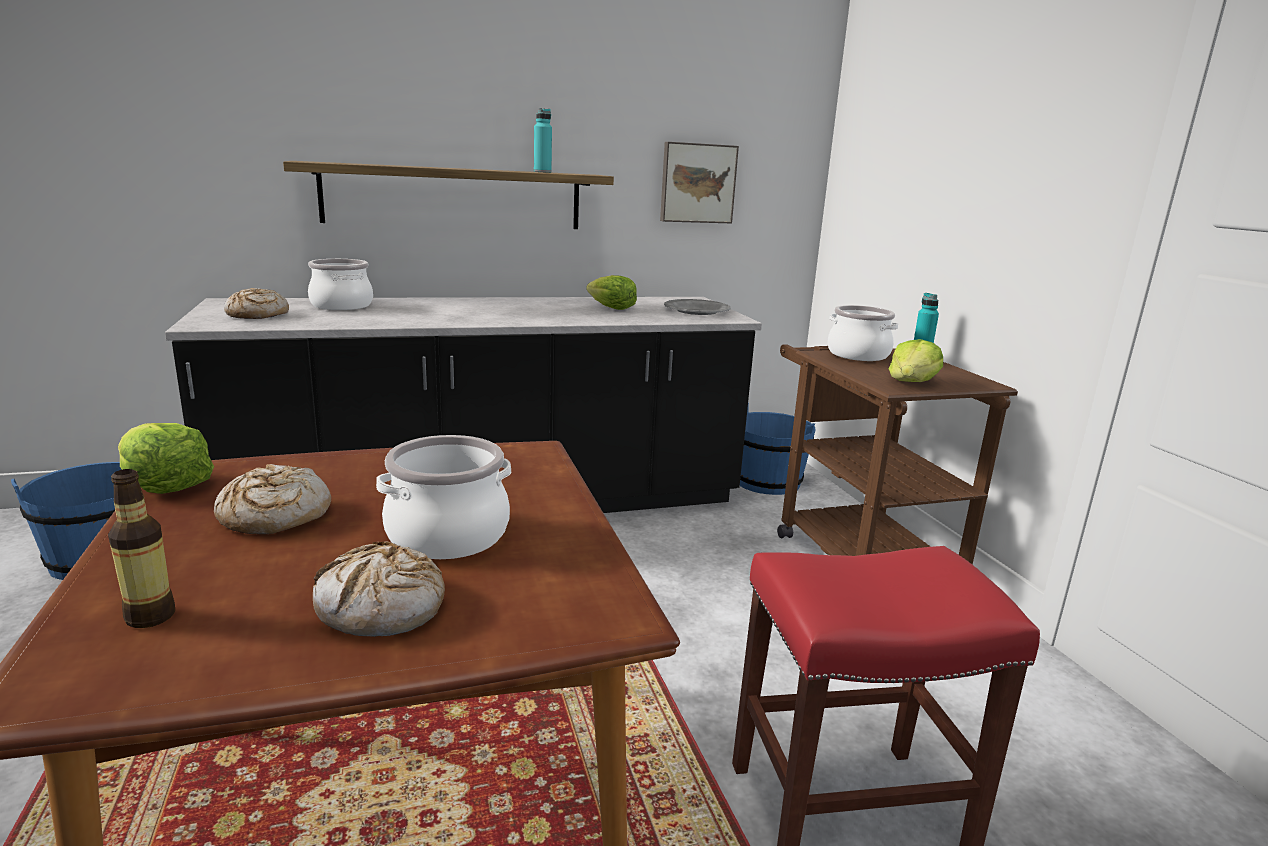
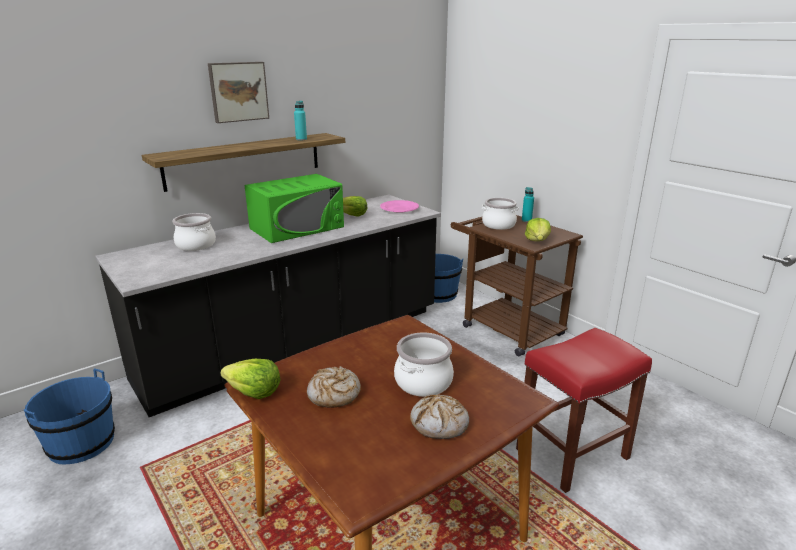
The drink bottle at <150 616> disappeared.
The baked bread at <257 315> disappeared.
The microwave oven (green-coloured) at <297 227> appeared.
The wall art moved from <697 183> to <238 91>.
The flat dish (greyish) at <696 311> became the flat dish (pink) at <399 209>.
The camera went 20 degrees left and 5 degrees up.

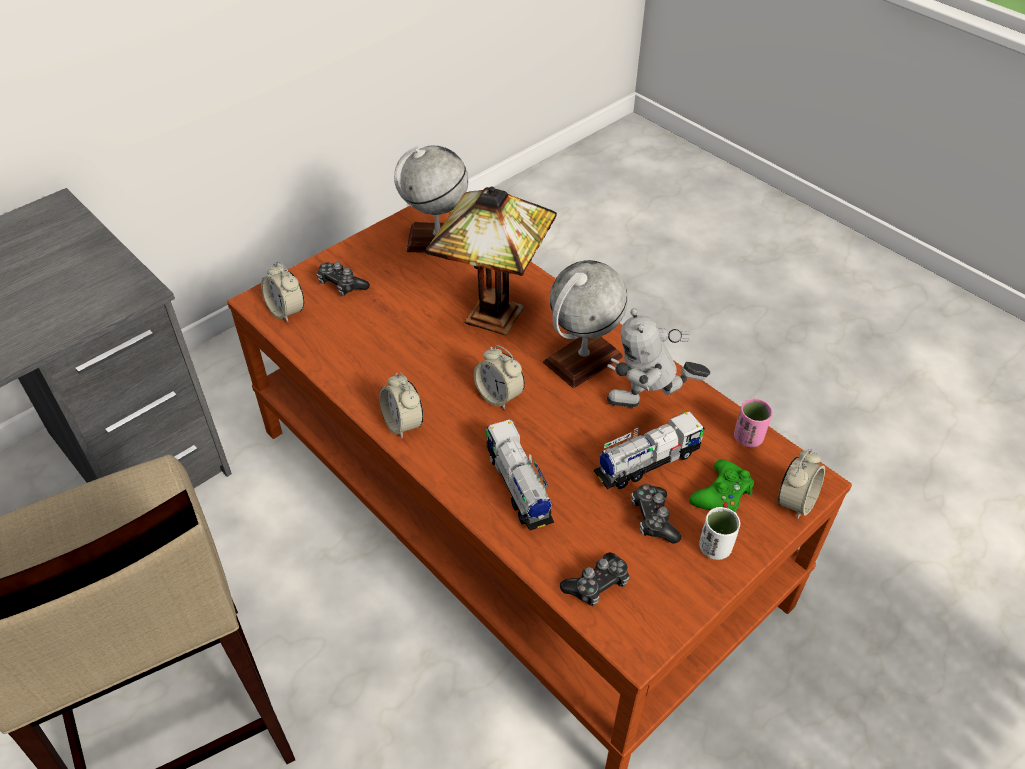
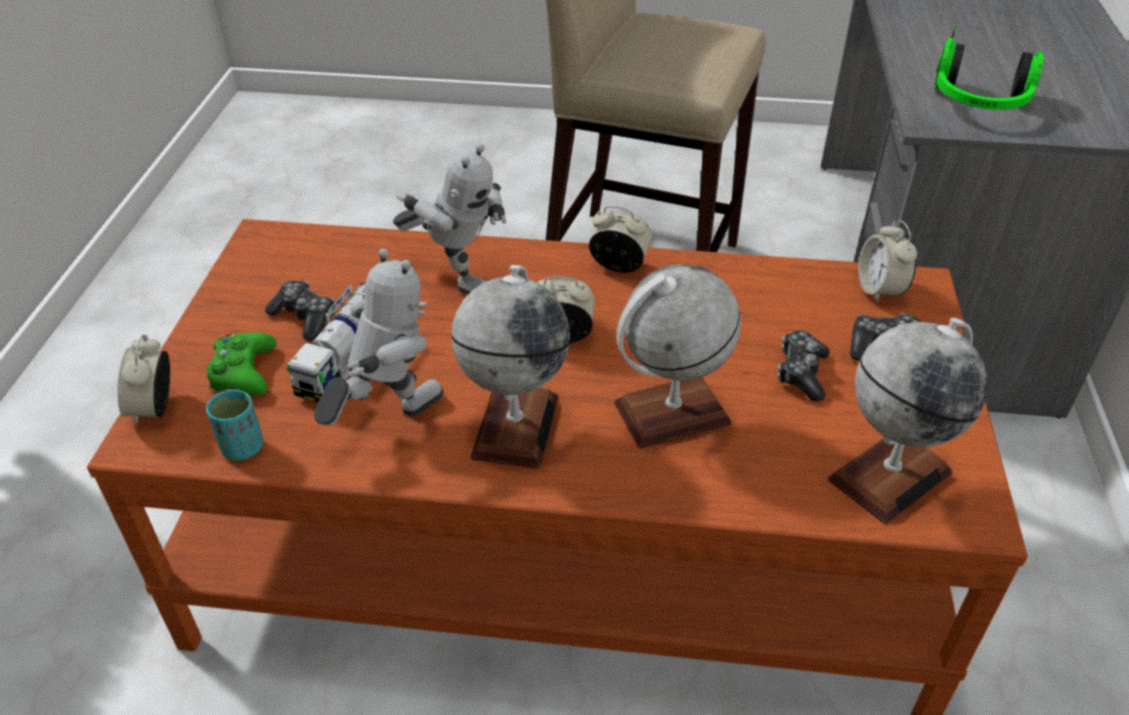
The drinking cup (white-coloured) at <715 548> disappeared.
The headphones at <979 104> appeared.
The game controller moved from <597 585> to <801 373>.
The lamp for a table at <495 318> was replaced by the desk globe at <671 413>.
The toy lorry at <518 486> was replaced by the robot figure at <457 278>.
The drinking cup (pink) at <748 438> became the drinking cup (blue-green) at <242 447>.
The alarm clock at <286 311> turned 105 degrees counterclockwise.
The camera went 140 degrees right and 5 degrees down.

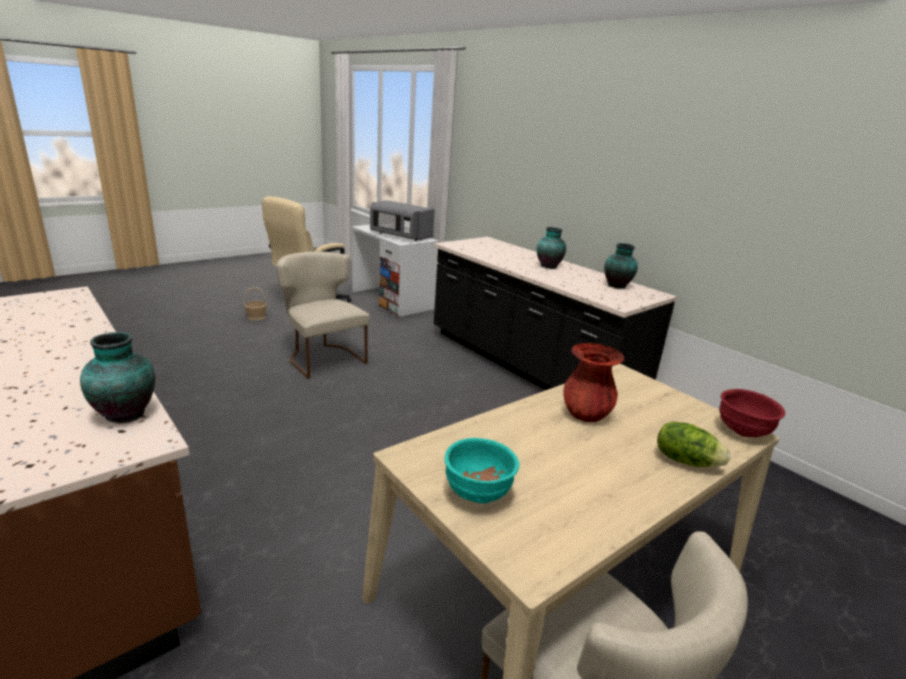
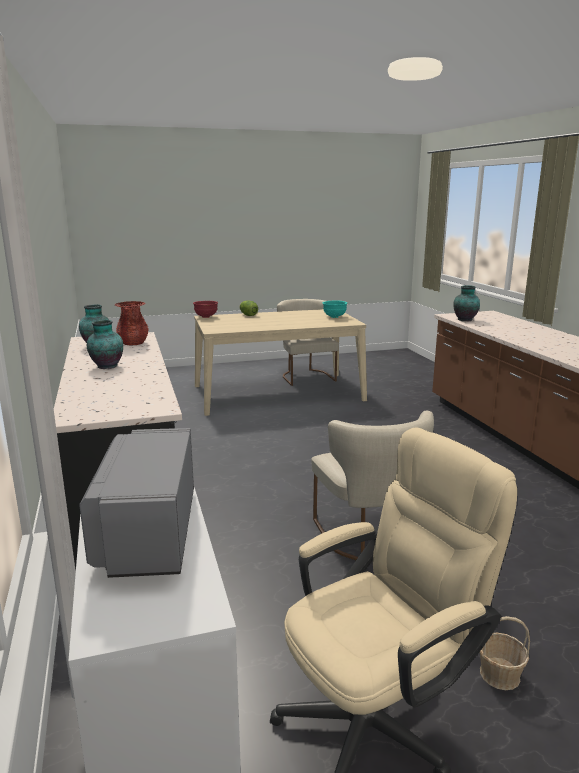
The decorative vase (reddish) moved from <585 414> to <133 343>.
The microwave oven (greyish) at <400 236> turned 150 degrees counterclockwise.
The camera went 155 degrees left and 5 degrees down.

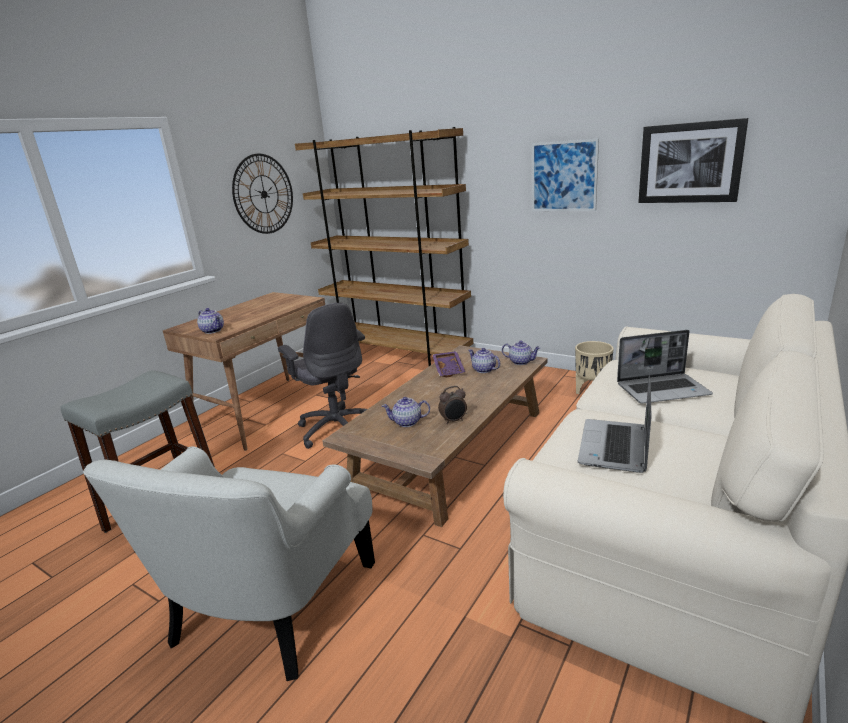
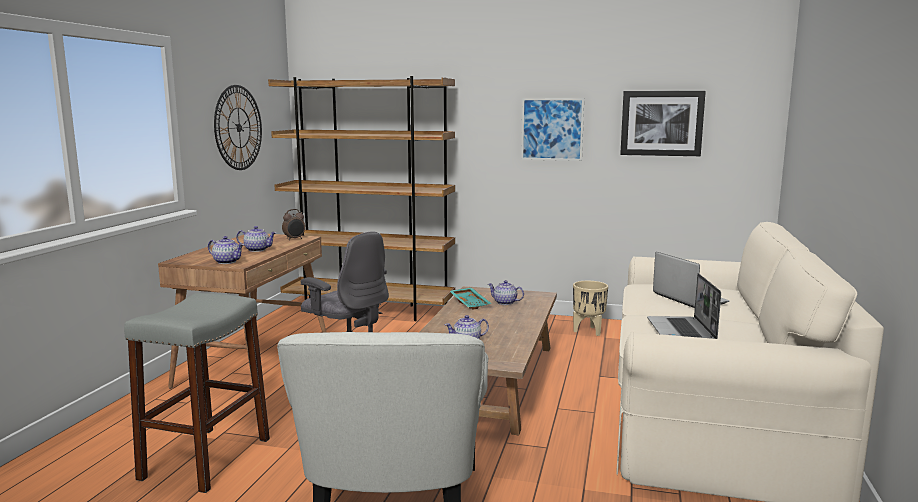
The alarm clock moved from <454 421> to <294 239>.
The tea pot moved from <521 362> to <257 250>.
The carrying tray (purple) at <449 369> became the carrying tray (blue-green) at <470 303>.
The portable computer at <663 390> turned 90 degrees counterclockwise.
The camera went 20 degrees left and 10 degrees down.

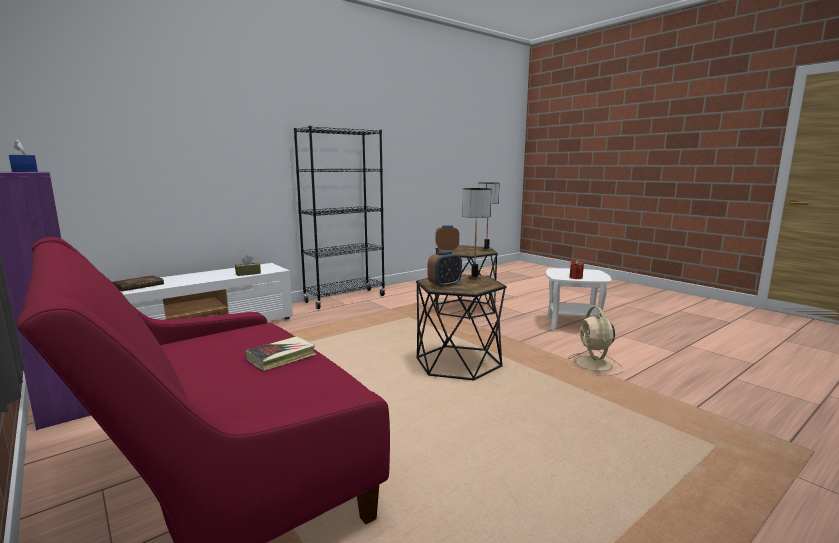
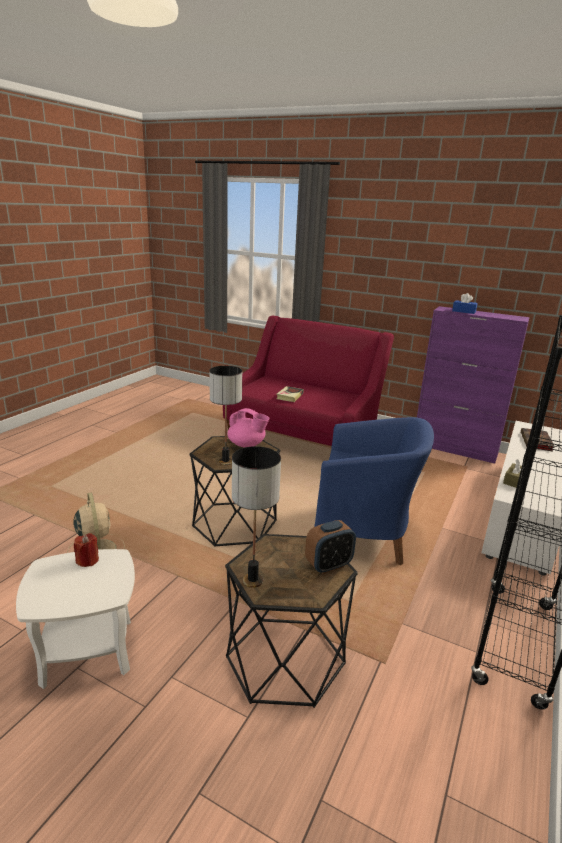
The lounge chair (blue) at <364 535> appeared.
The alarm clock at <444 285> was replaced by the tea pot (pink) at <247 445>.
The camera went 155 degrees right and 10 degrees up.

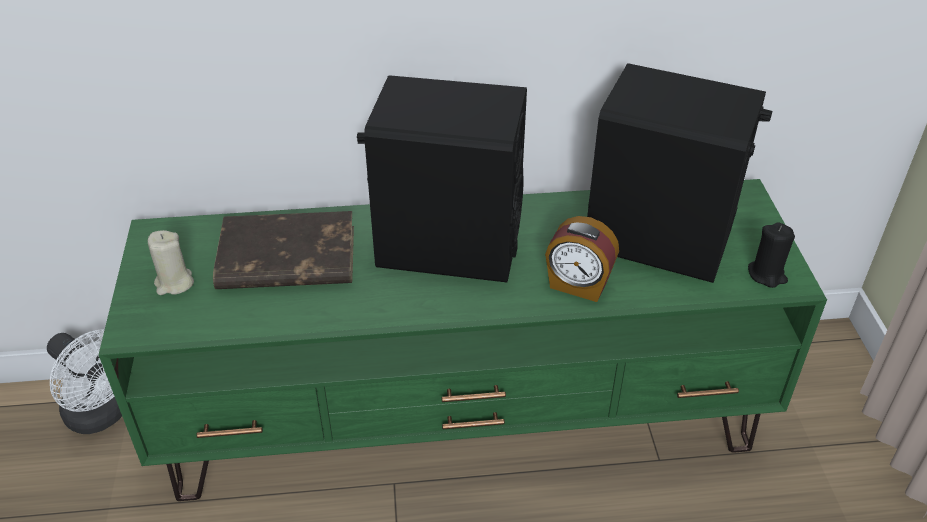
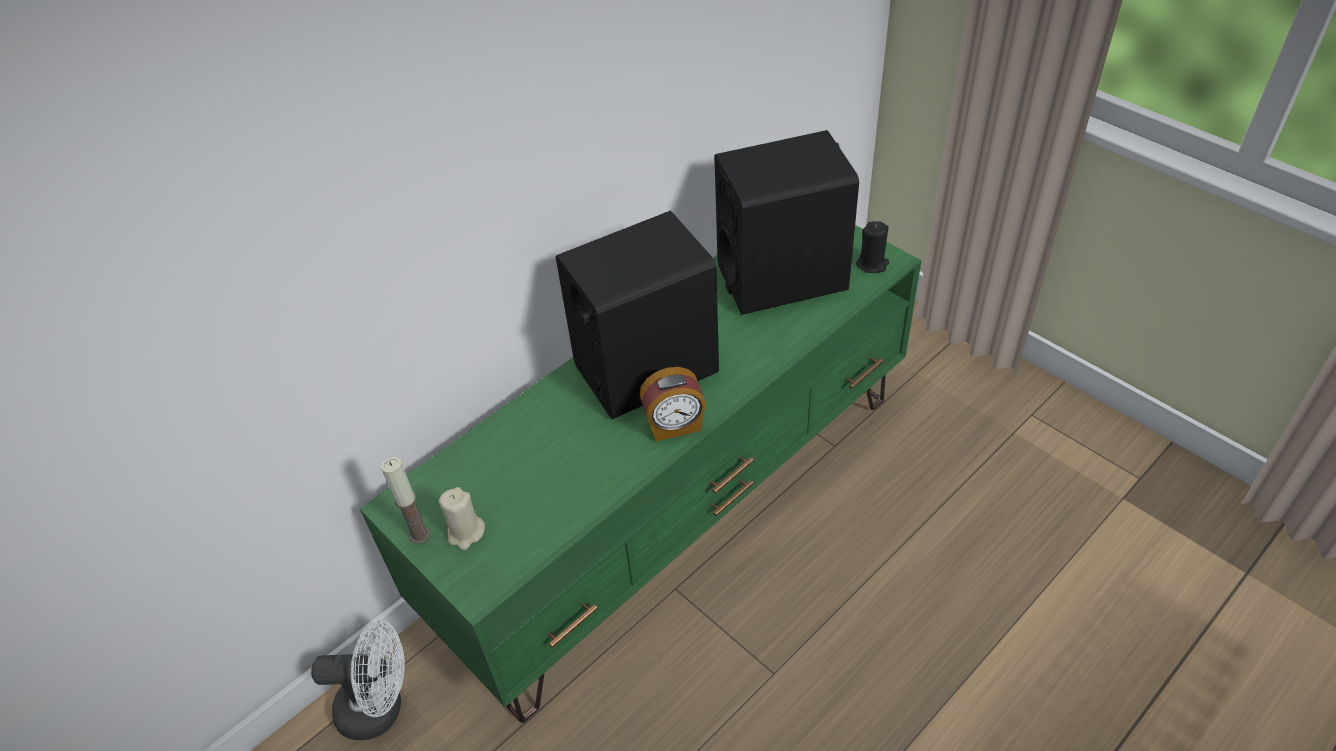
The volume (brown-coloured) at <285 258> disappeared.
The candle at <420 535> appeared.
The alarm clock moved from <578 285> to <674 426>.
The camera went 35 degrees left and 5 degrees up.

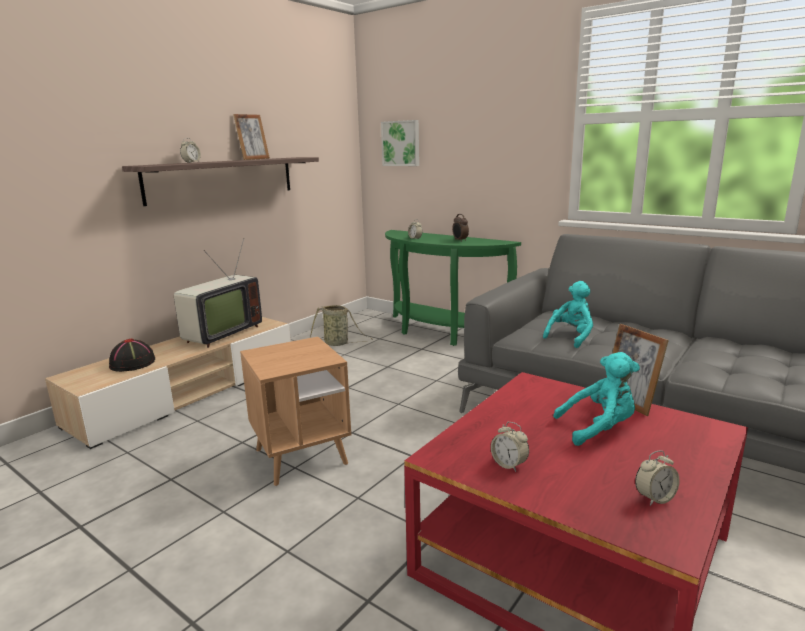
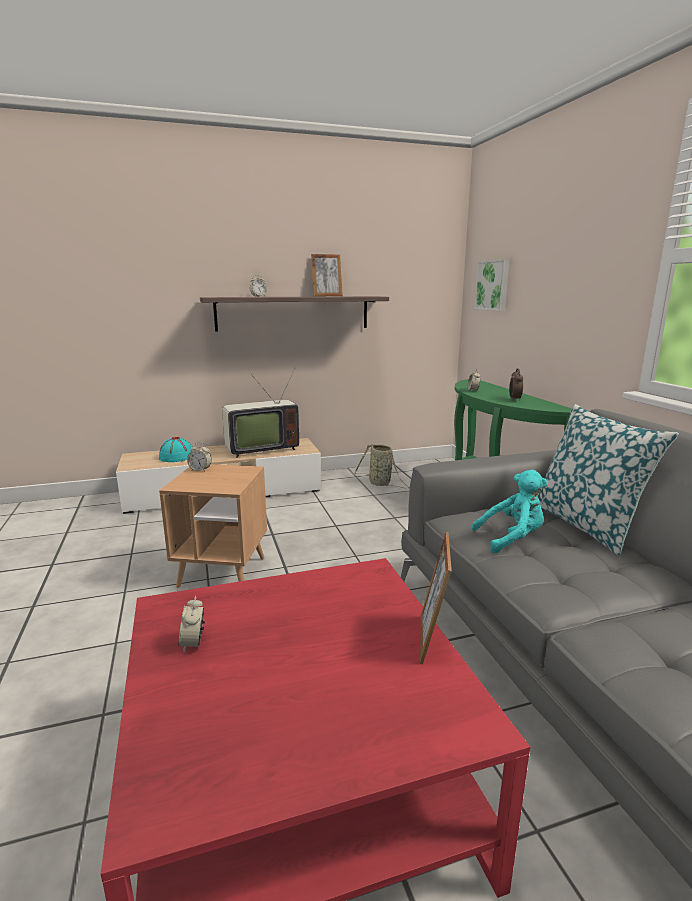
The soft toy (blue-green) at <599 429> disappeared.
The cushion at <586 525> appeared.
The alarm clock moved from <654 498> to <200 470>.
The hat (black) at <132 364> became the hat (blue-green) at <176 457>.
The camera went 35 degrees right and 0 degrees up.

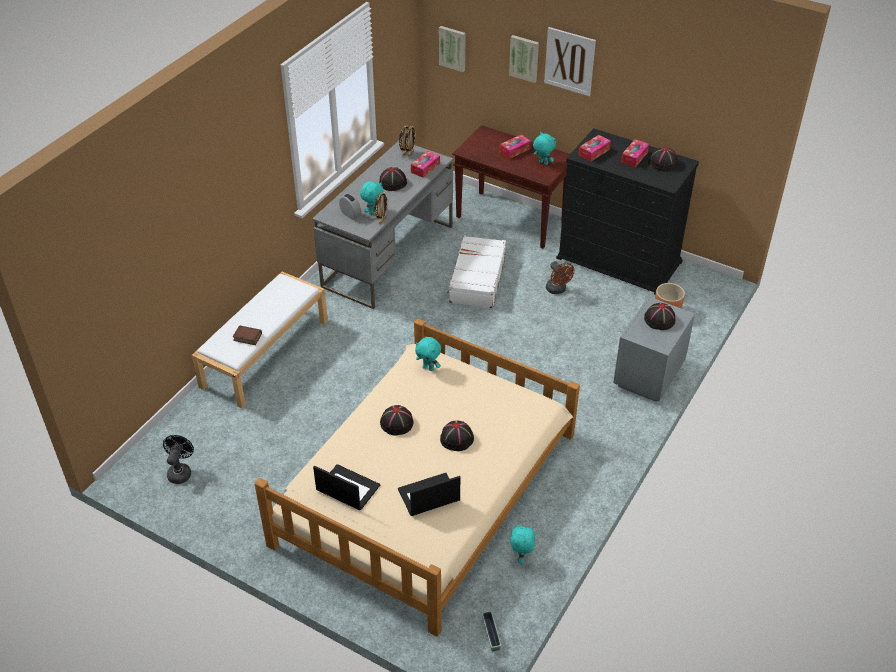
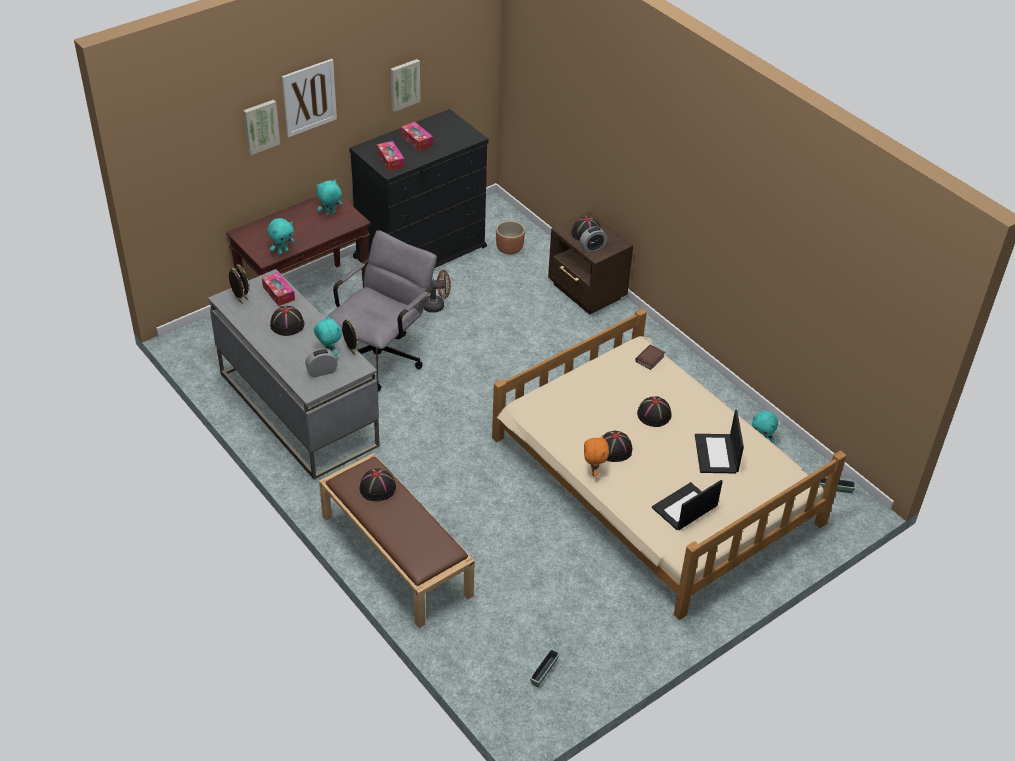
The tissue holder at <515 150> disappeared.
The alarm clock at <592 248> appeared.
The soft toy (orangey) at <593 471> appeared.
The volume moved from <247 337> to <650 360>.
The soft toy (blue-green) moved from <428 368> to <282 251>.
The wall art moved from <453 48> to <404 84>.
The hat (black) moved from <663 163> to <378 488>.
The cooling fan (black) at <180 471> was replaced by the planter at <544 671>.
The suitcase (white-coloured) at <477 279> was replaced by the desk chair (greyish) at <383 355>.
The bench (white-coloured) at <265 352> became the bench (brown-coloured) at <394 555>.
The nightstand (greyish) at <647 376> became the nightstand (brown-coloured) at <586 292>.
The camera went 70 degrees left and 0 degrees up.

